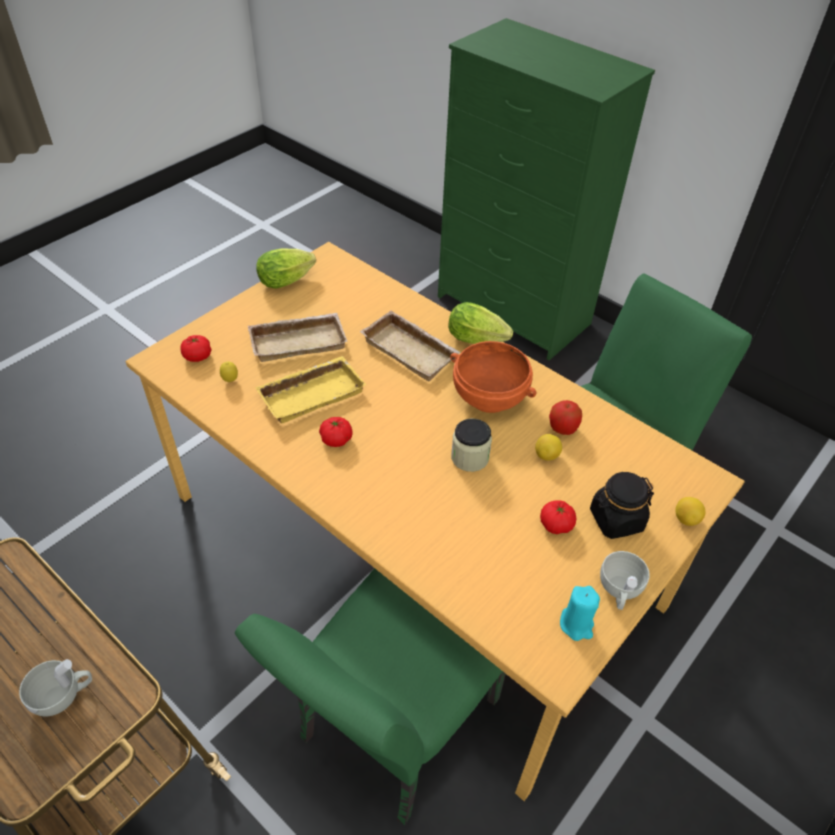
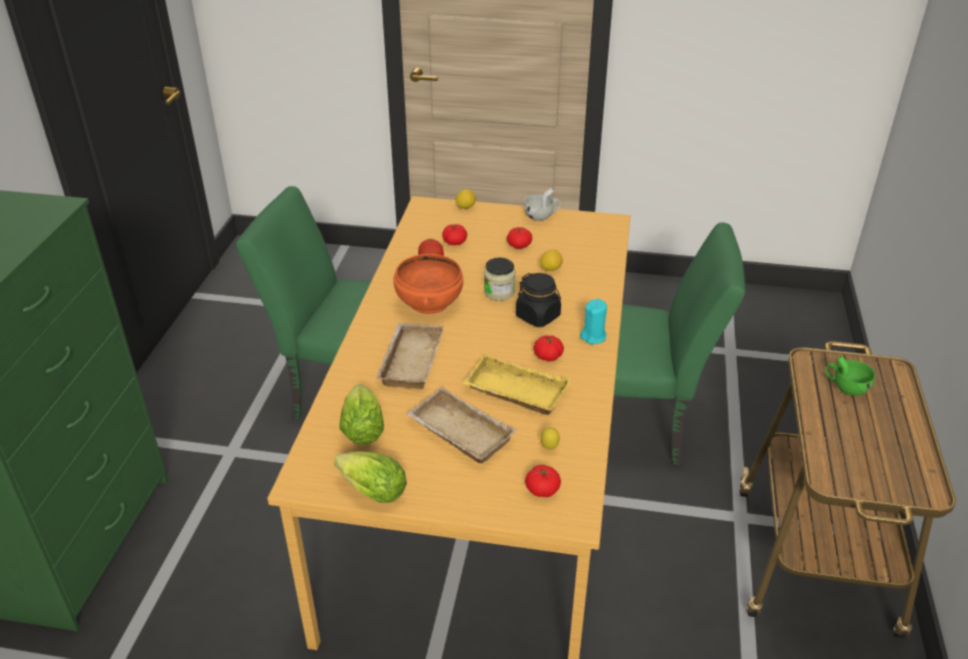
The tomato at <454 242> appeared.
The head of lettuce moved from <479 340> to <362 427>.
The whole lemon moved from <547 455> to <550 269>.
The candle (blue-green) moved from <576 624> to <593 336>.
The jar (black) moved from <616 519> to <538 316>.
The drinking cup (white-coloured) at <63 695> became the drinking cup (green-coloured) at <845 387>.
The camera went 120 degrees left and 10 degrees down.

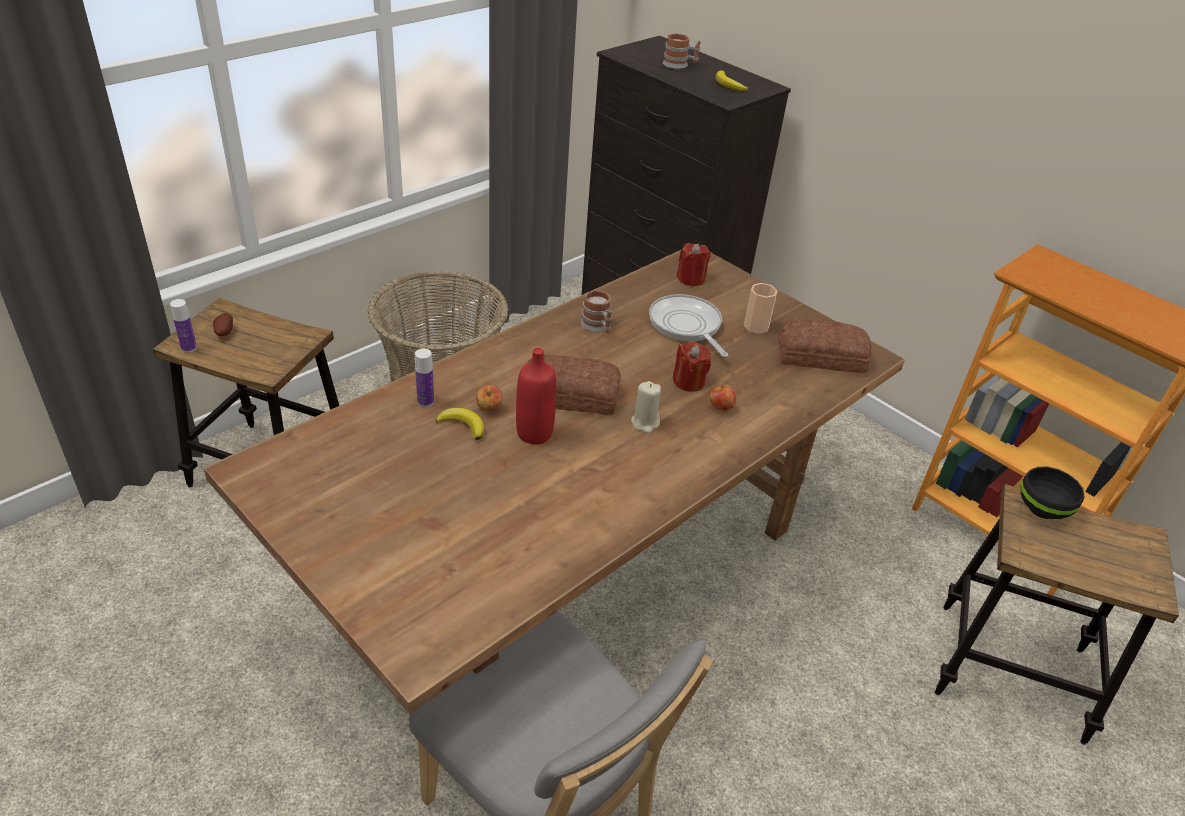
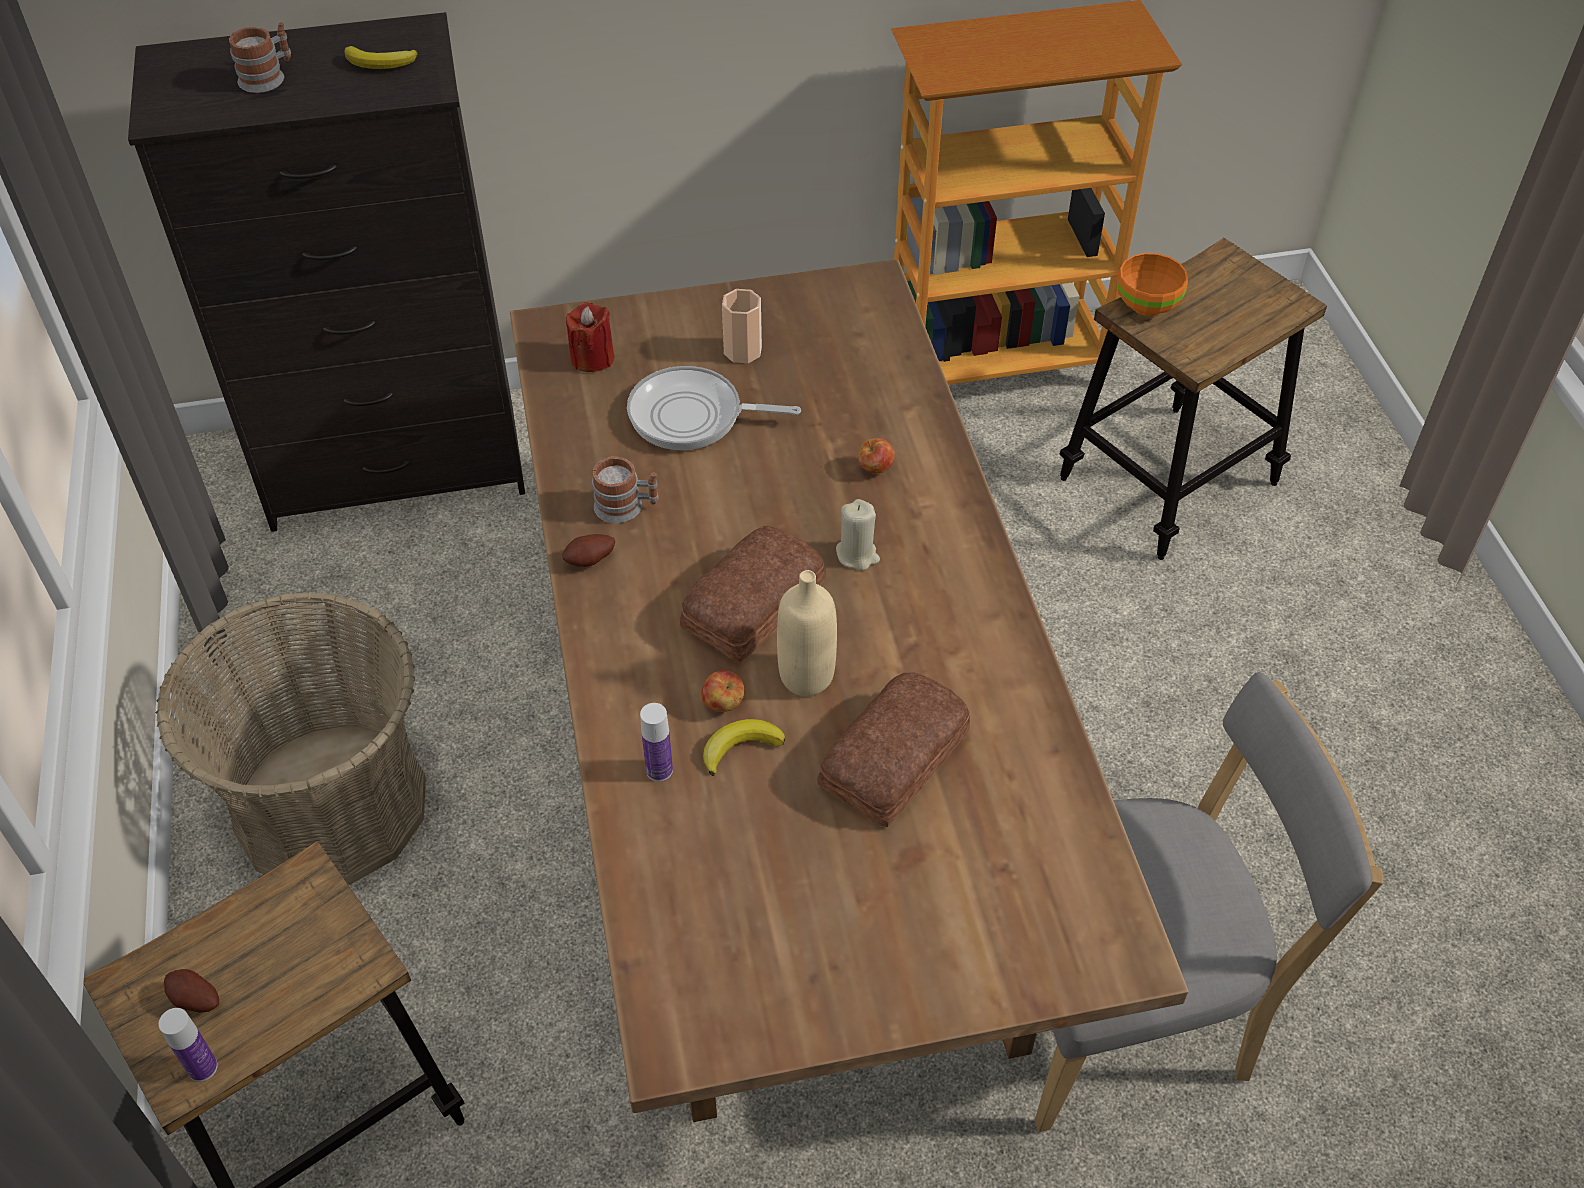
The candle (reddish) at <689 381> disappeared.
The potato at <591 561> appeared.
The baked bread moved from <822 357> to <898 759>.
The drink bottle (reddish) at <534 433> became the drink bottle (beige-coloured) at <806 676>.
The deep dish (black) at <1043 509> became the deep dish (orangey) at <1148 304>.
The camera went 55 degrees left and 10 degrees up.

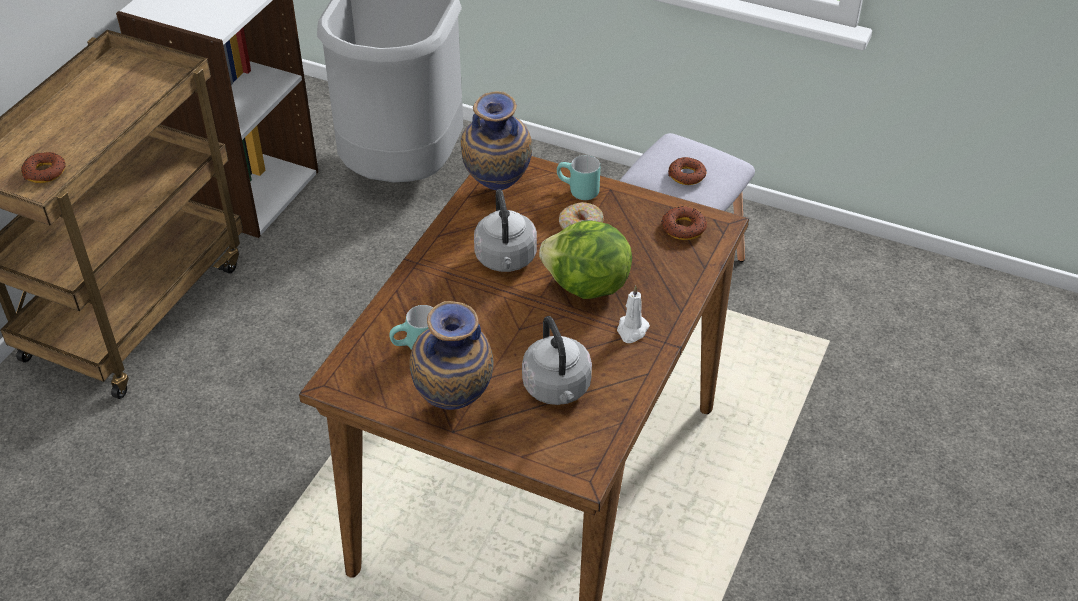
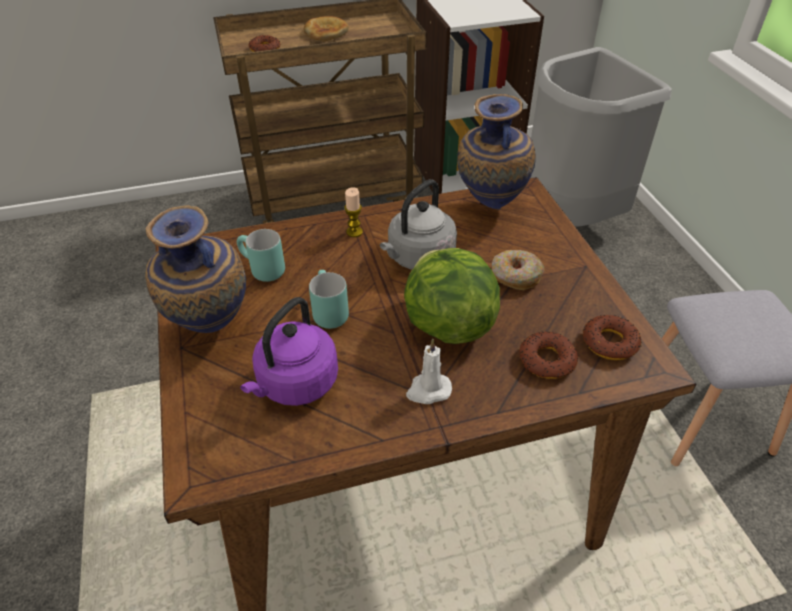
The baked bread at <326 32> appeared.
The candle at <354 232> appeared.
The mug (blue-green) moved from <577 192> to <326 312>.
The doughnut moved from <686 175> to <546 360>.
The kettle (greyish) at <558 389> became the kettle (purple) at <295 384>.
The camera went 50 degrees right and 0 degrees up.

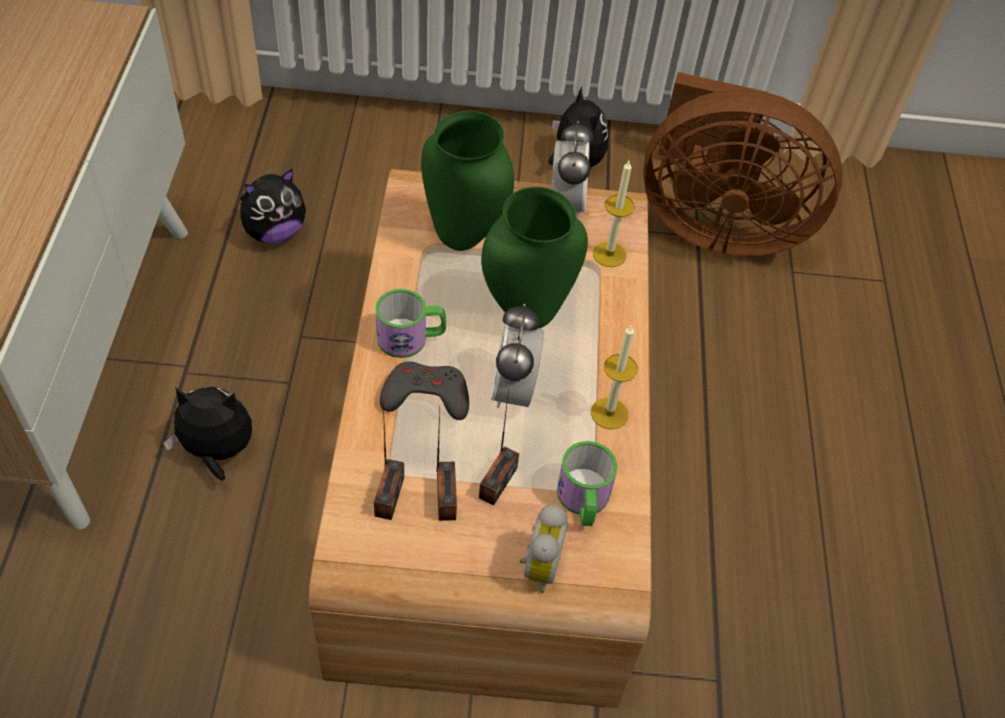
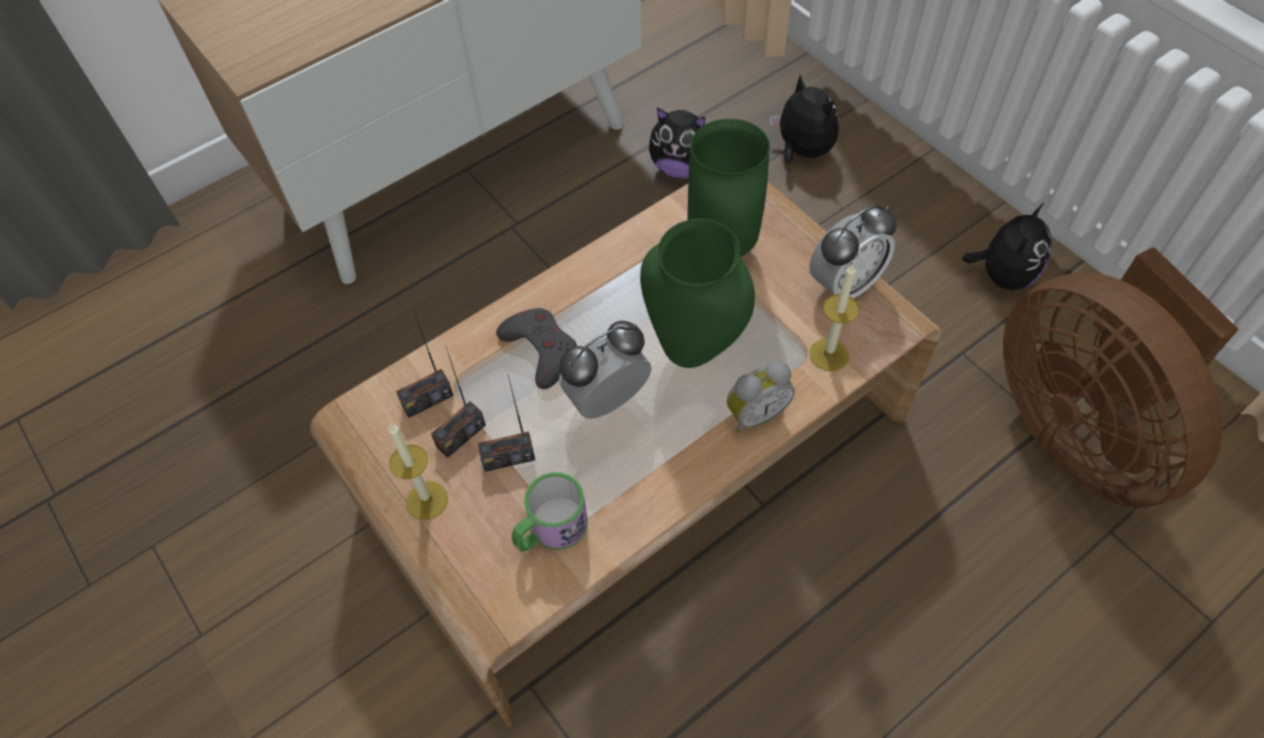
The mug at <411 338> disappeared.
The soft toy moved from <217 451> to <801 151>.
The alarm clock moved from <537 566> to <755 413>.
The candle moved from <609 413> to <427 500>.
The camera went 55 degrees right and 5 degrees up.

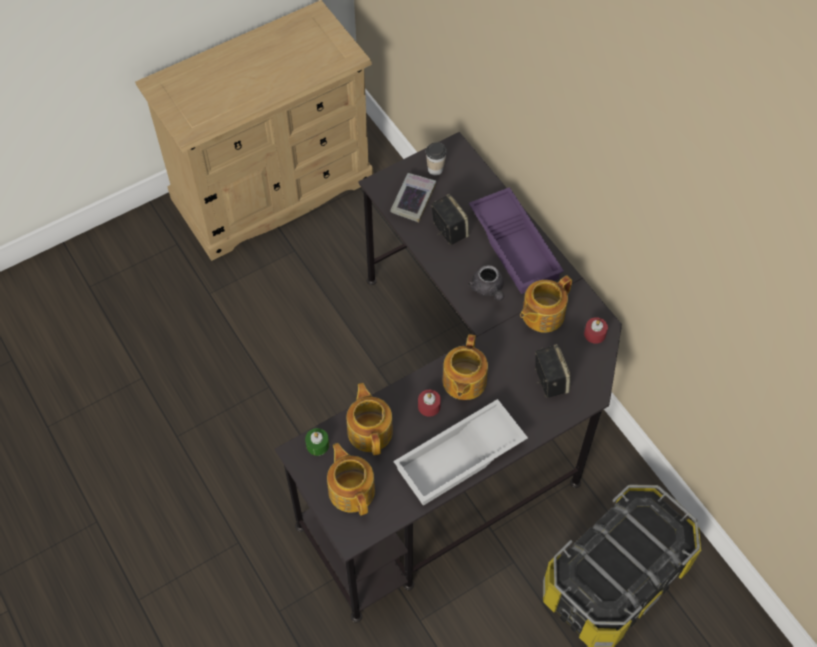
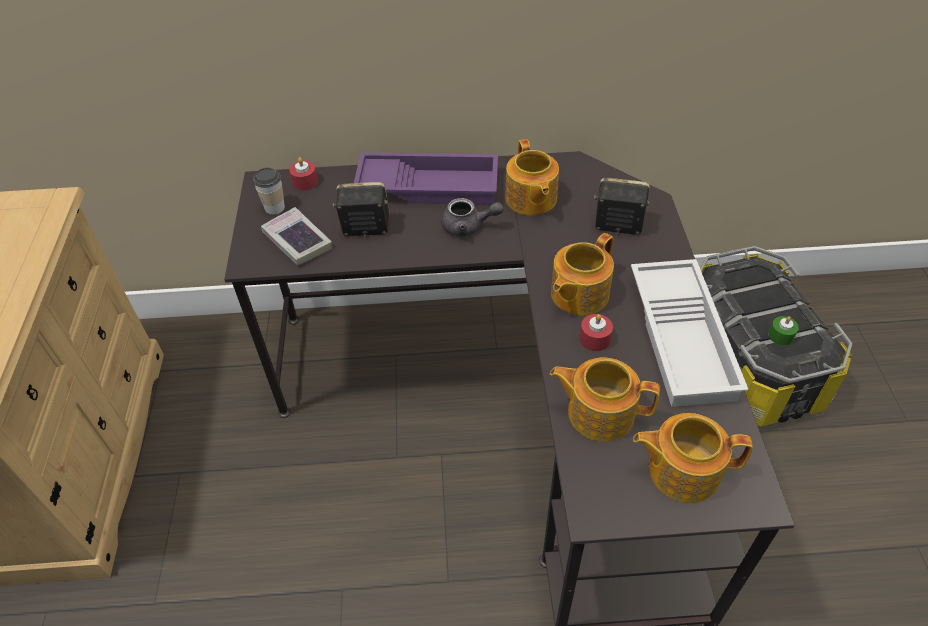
The candle (green-coloured) moved from <317 445> to <781 335>.
The candle (reddish) moved from <594 334> to <305 182>.
The tea pot at <463 381> turned 90 degrees clockwise.
The camera went 60 degrees left and 10 degrees down.

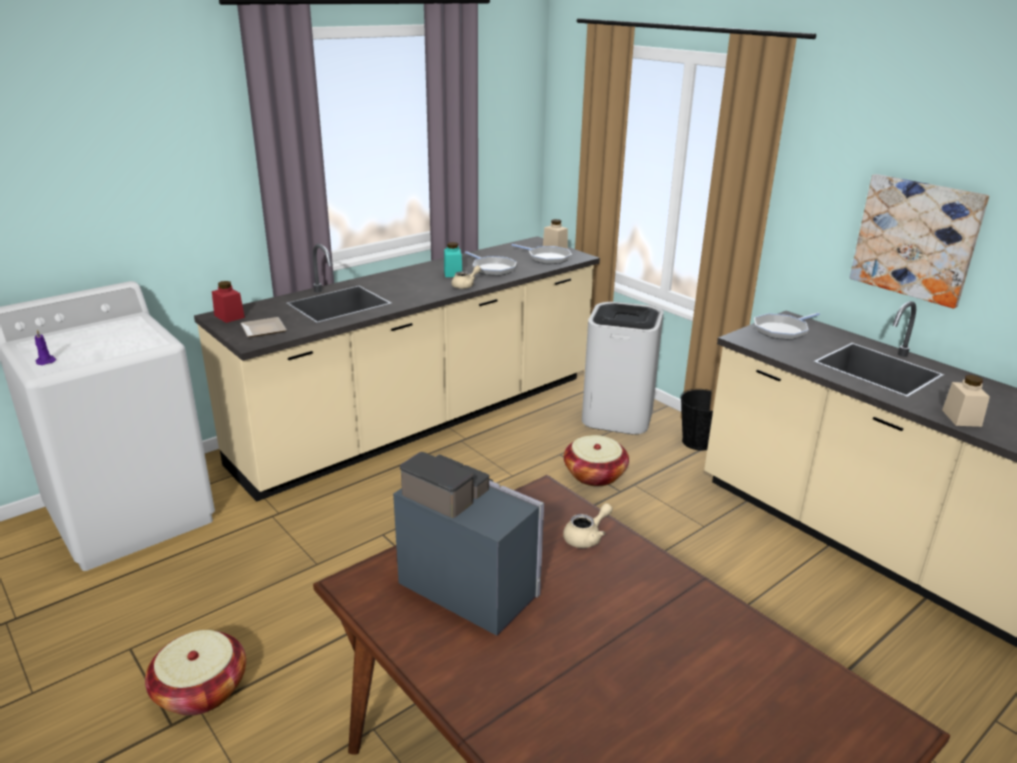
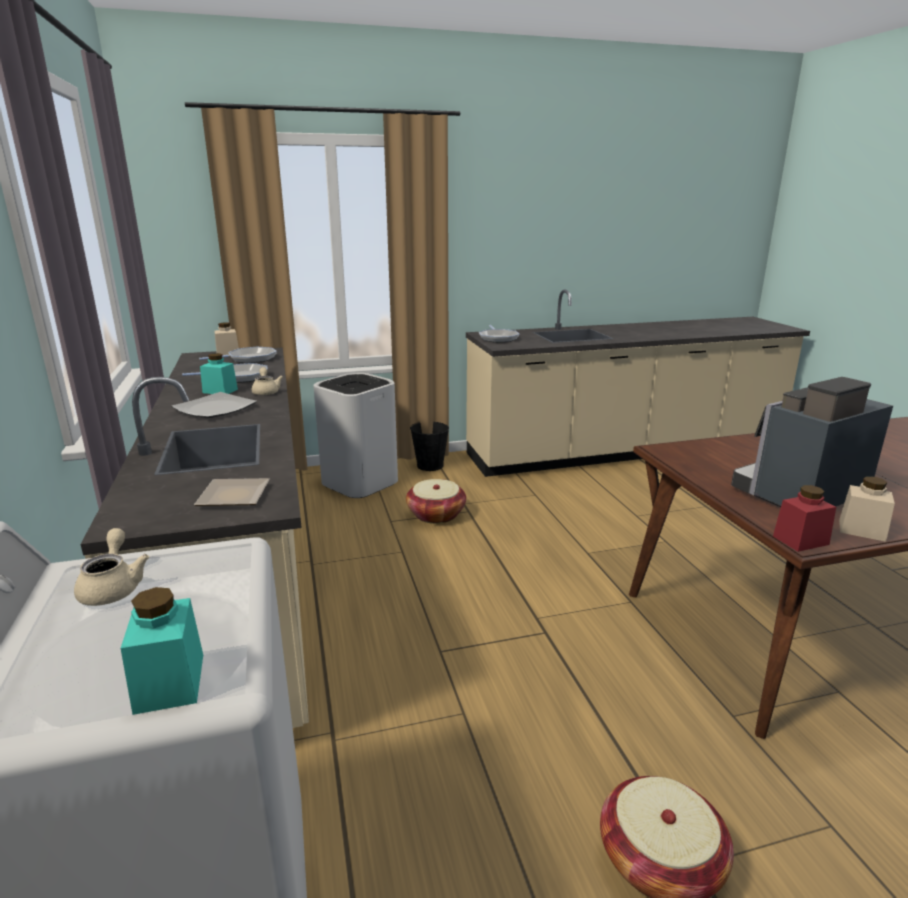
The wall art at <916 239> disappeared.
The flat dish at <214 409> appeared.
The jar (reddish) moved from <229 316> to <800 540>.
The tea pot (beige-coloured) moved from <587 537> to <113 587>.
The jar (beige-coloured) moved from <961 418> to <861 530>.
The candle (purple) at <45 361> was replaced by the jar (blue-green) at <170 683>.
The camera went 65 degrees left and 5 degrees down.

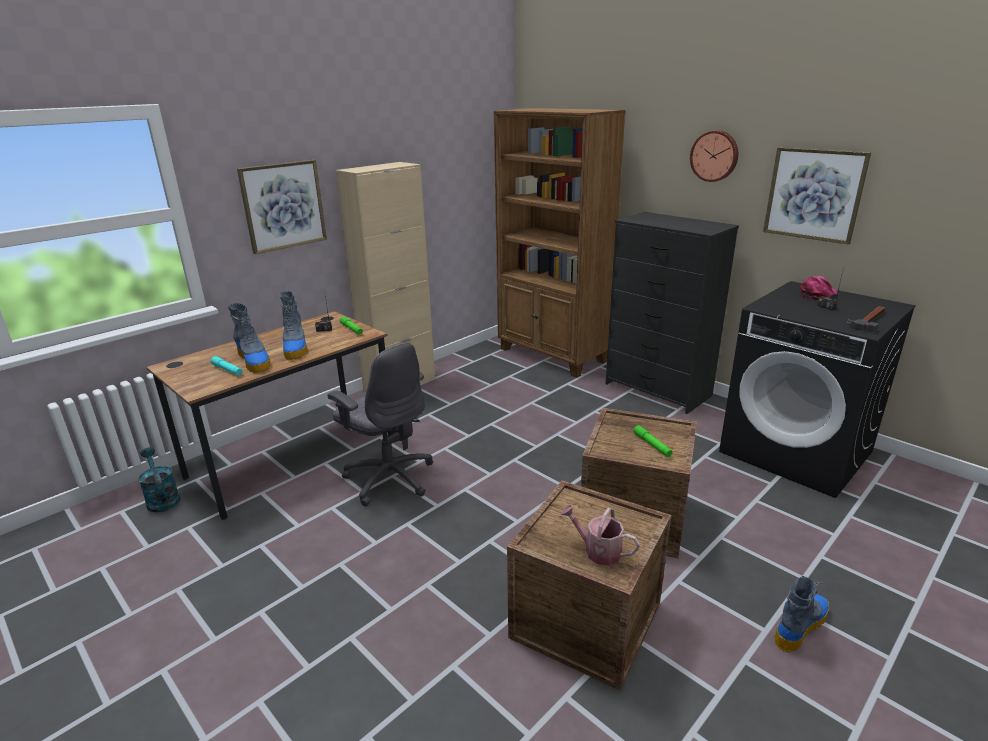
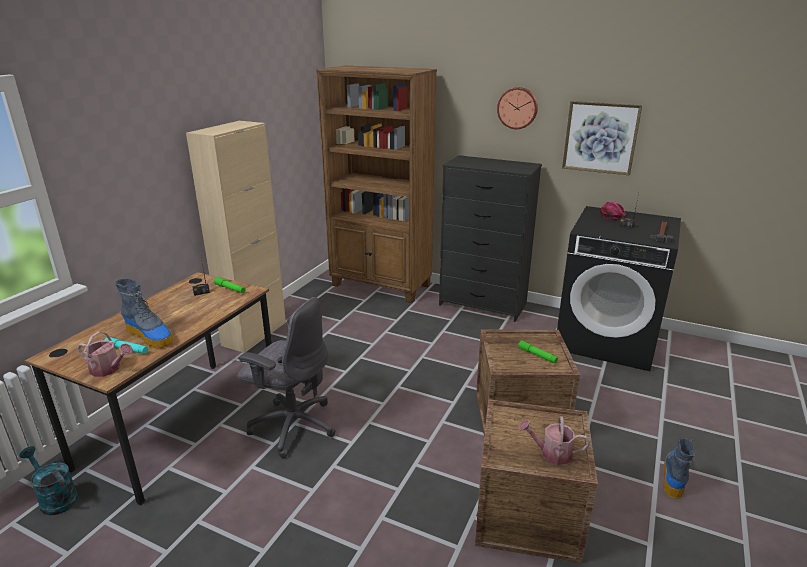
The wall art at <283 206> disappeared.
The tall boot at <295 348> disappeared.
The sprinkling can at <109 369> appeared.
The camera went 20 degrees left and 0 degrees up.

